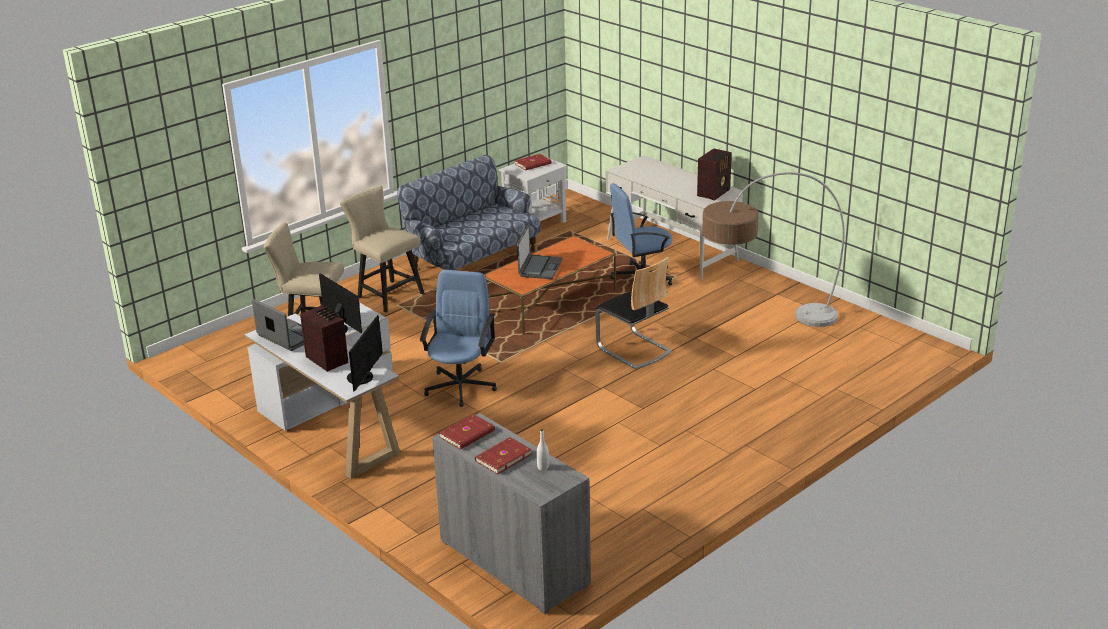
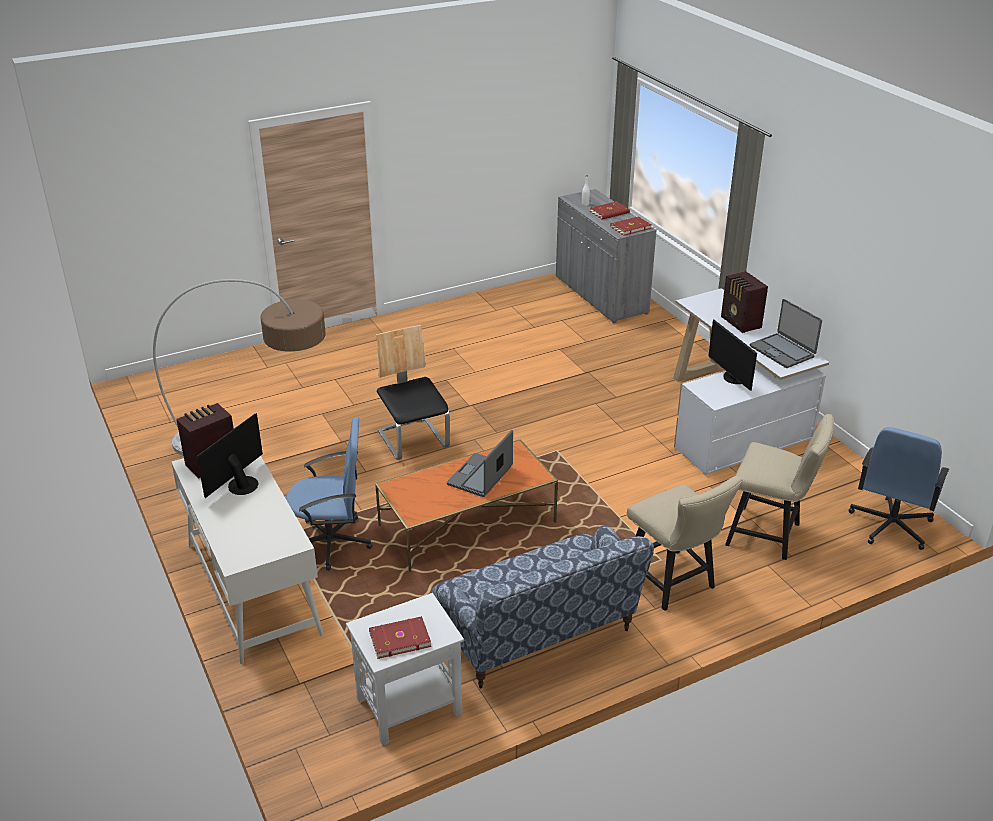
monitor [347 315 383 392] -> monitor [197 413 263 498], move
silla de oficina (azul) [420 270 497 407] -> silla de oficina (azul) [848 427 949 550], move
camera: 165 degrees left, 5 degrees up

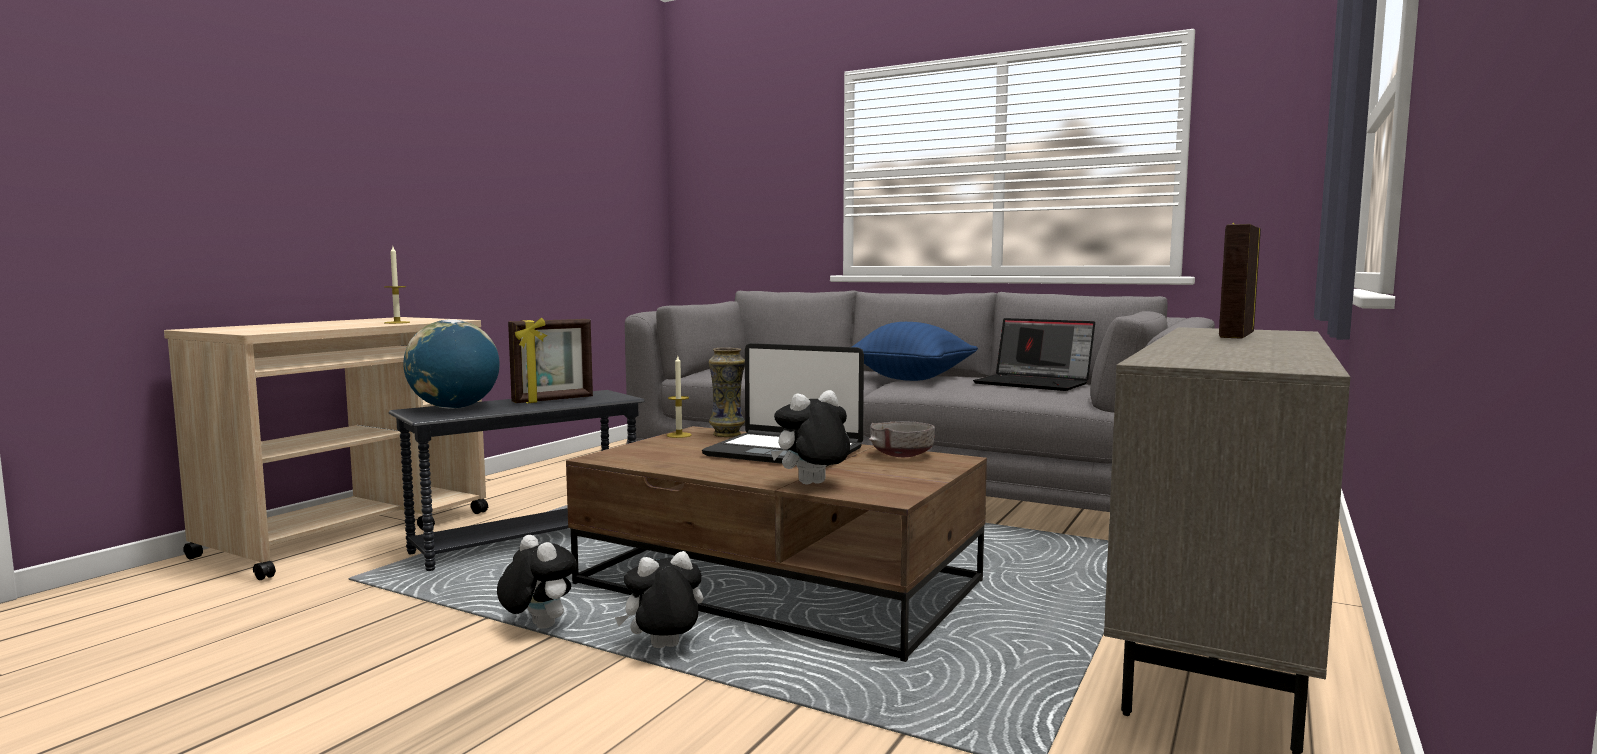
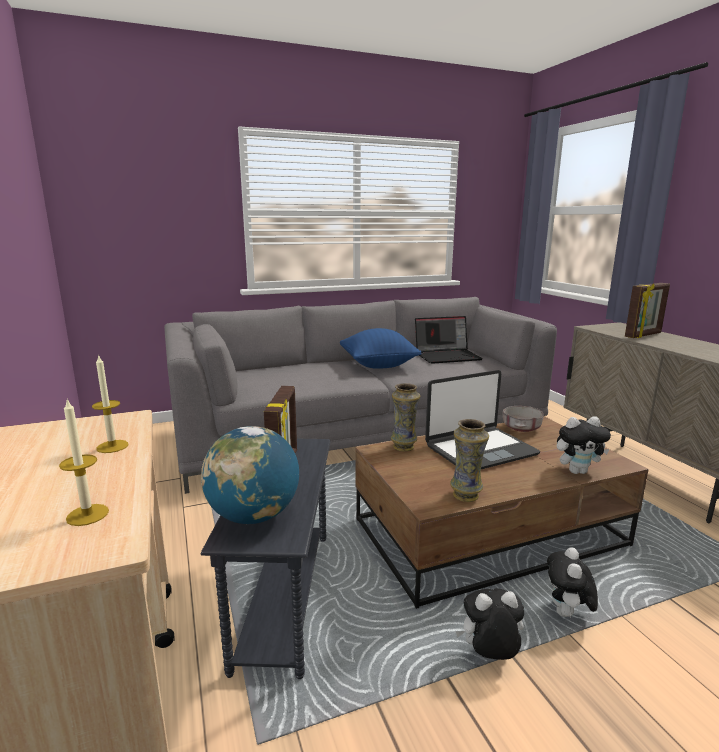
none -> florero [450 419 489 502]
vela [667 356 692 438] -> vela [59 399 109 526], move
peluche [771 390 850 485] -> peluche [557 416 611 474], 105 degrees counterclockwise
portarretratos [1219 222 1261 339] -> portarretratos [625 283 670 338], 105 degrees counterclockwise
camera: 50 degrees left, 10 degrees up

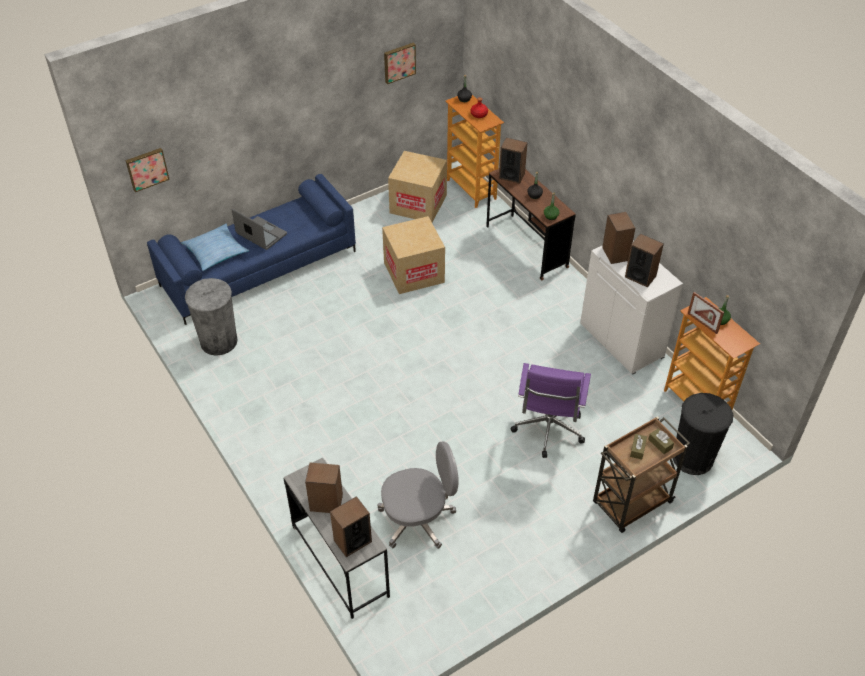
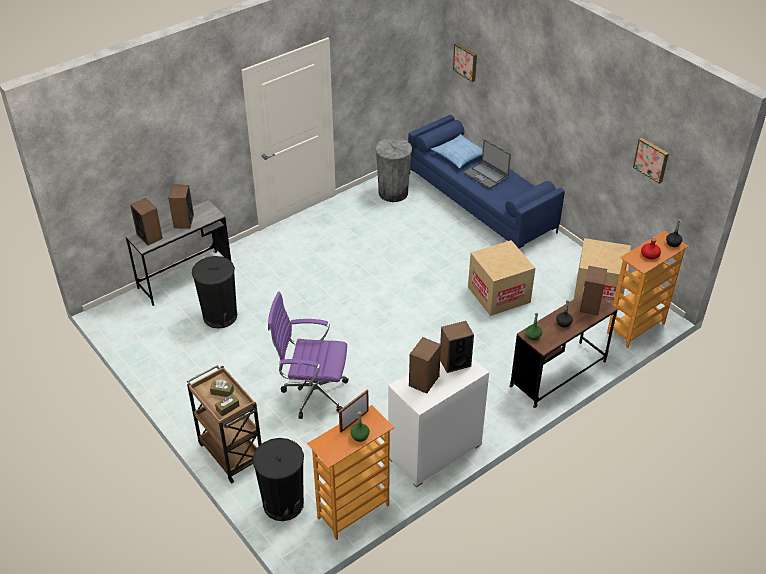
silla de oficina (gris) [378 441 459 549] -> papelera (negro) [192 256 237 329]
portátil [232 209 287 250] -> portátil [464 139 511 189], 105 degrees clockwise
camera: 85 degrees right, 5 degrees down

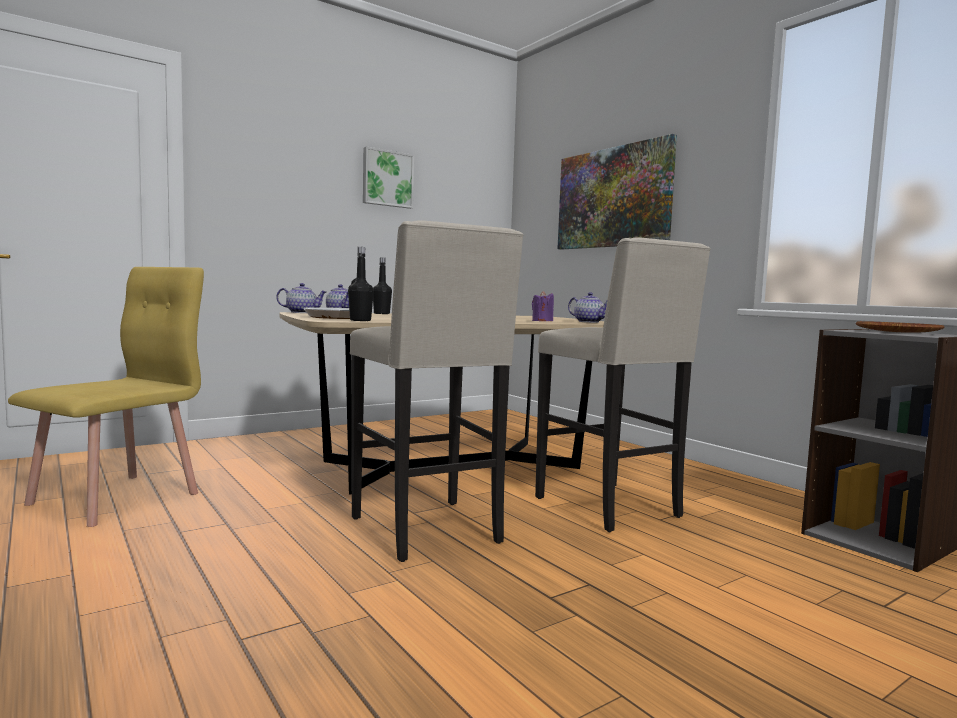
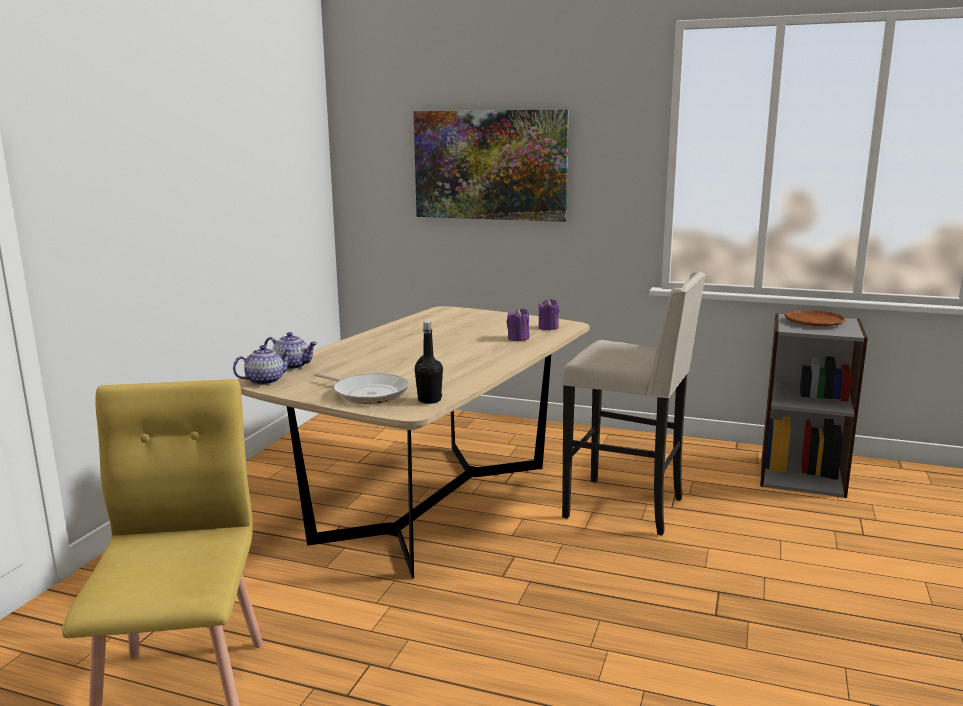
taburete (beis) [350 220 524 562] -> none
cuadro [363 146 414 209] -> none
botella (negro) [373 257 392 314] -> none
tetera [568 292 607 323] -> vela (morado) [538 299 559 330]
camera: 35 degrees left, 10 degrees up

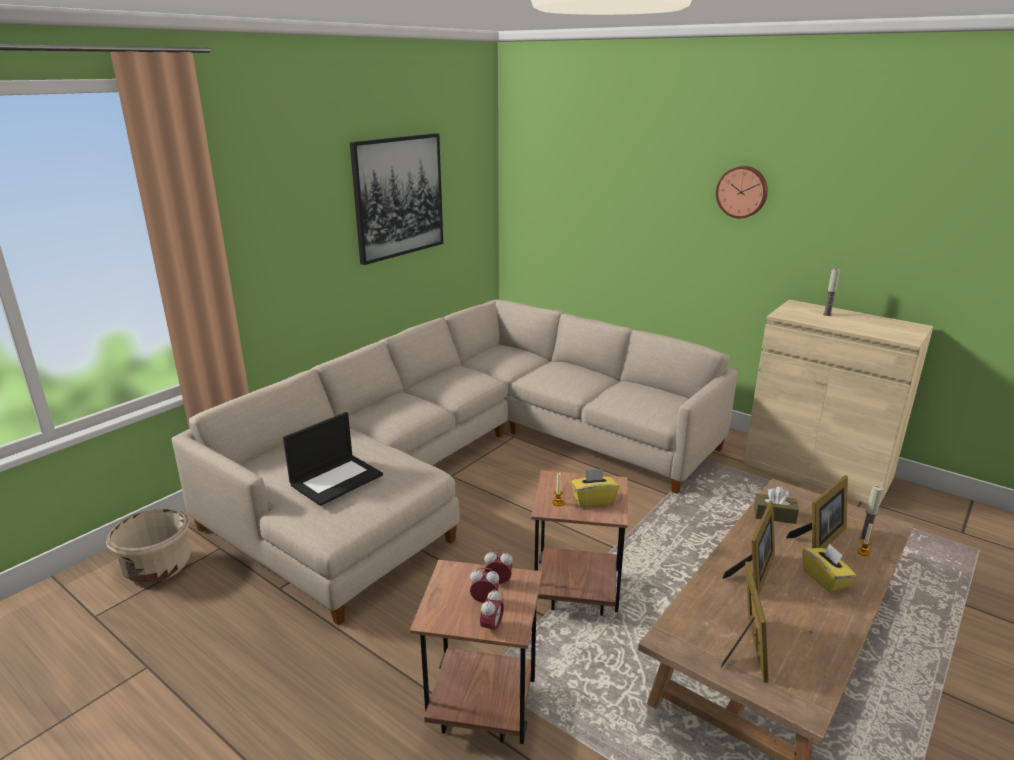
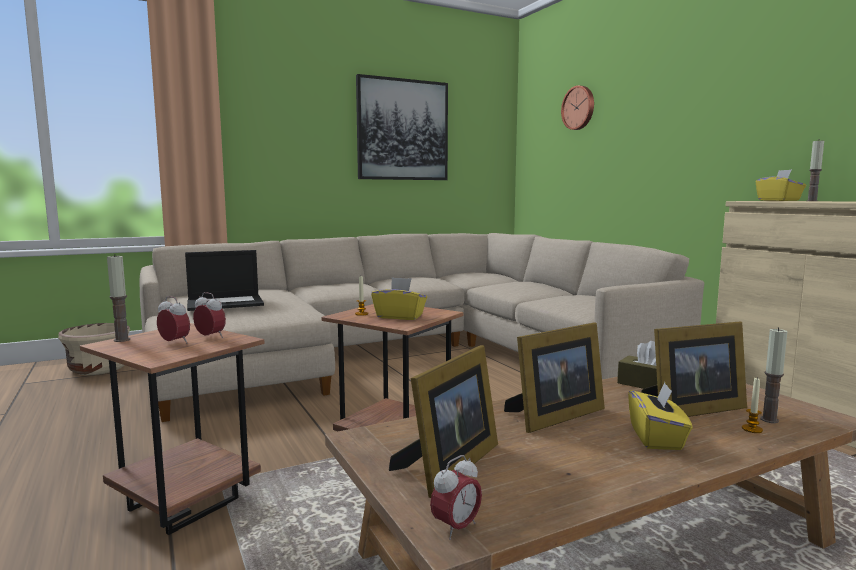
none -> vela [107 254 130 342]
none -> caja de pañuelos (amarillo) [756 169 806 201]
despertador [480 589 504 637] -> despertador [430 455 482 540], move
reloj de pared [716 166 768 218] -> reloj de pared [561 85 594 130], move
camera: 25 degrees right, 15 degrees down

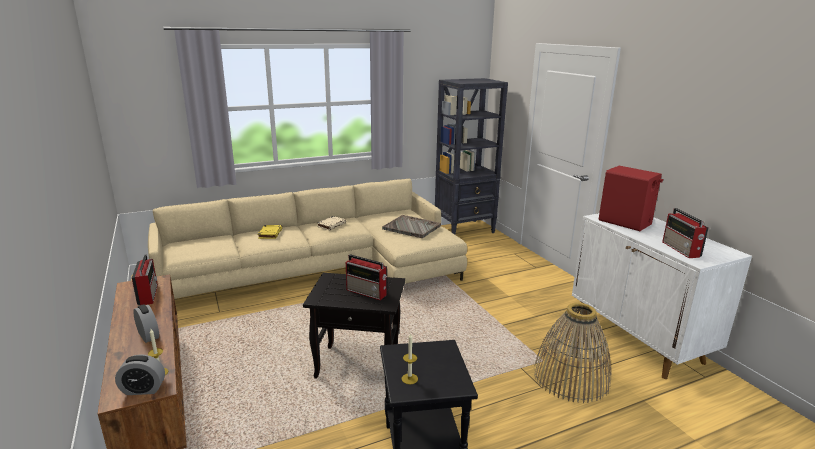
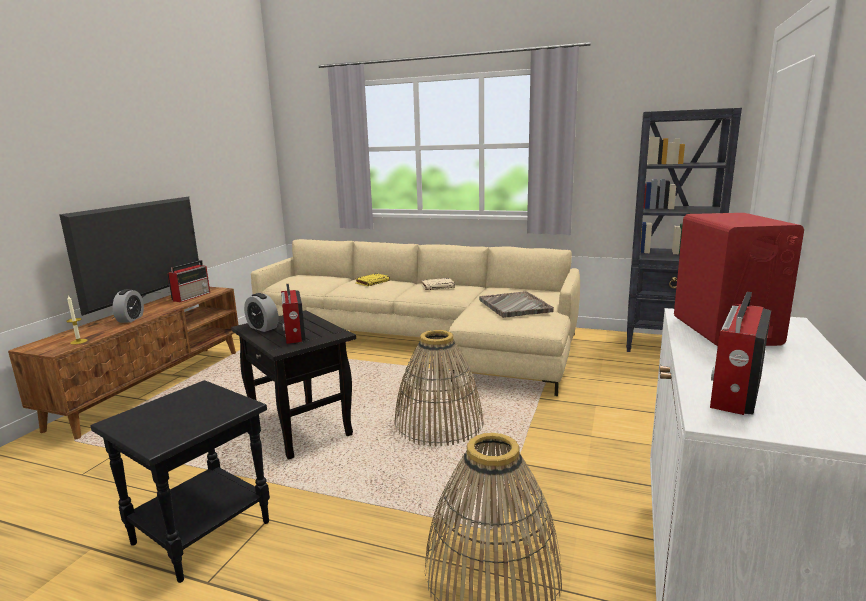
vela [402 333 418 384] -> none
none -> televisor [59 196 199 318]
none -> cesta [395 330 484 446]
despertador [115 354 165 395] -> despertador [244 293 279 332], move
camera: 45 degrees right, 5 degrees down

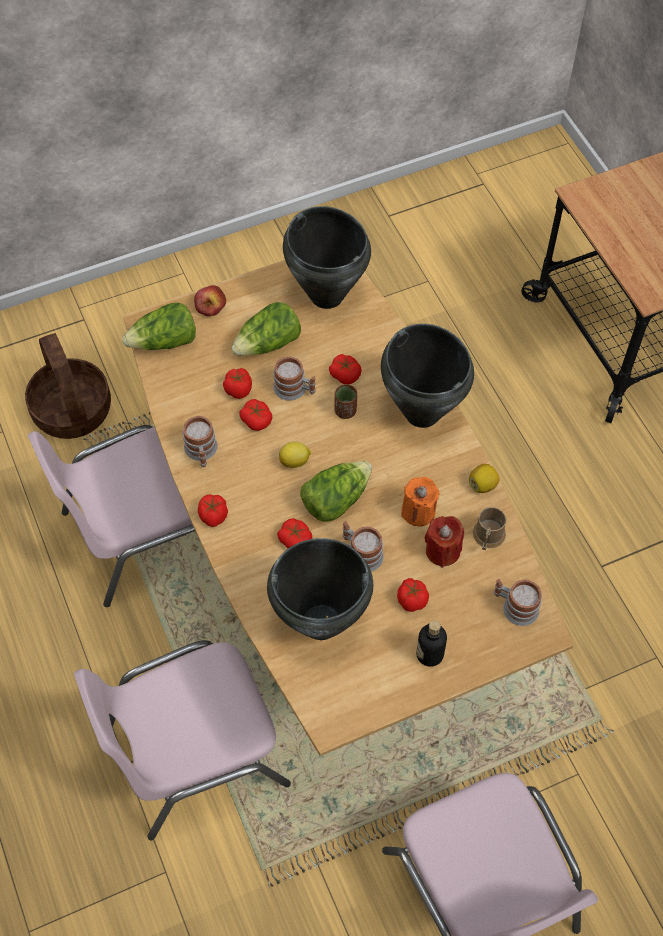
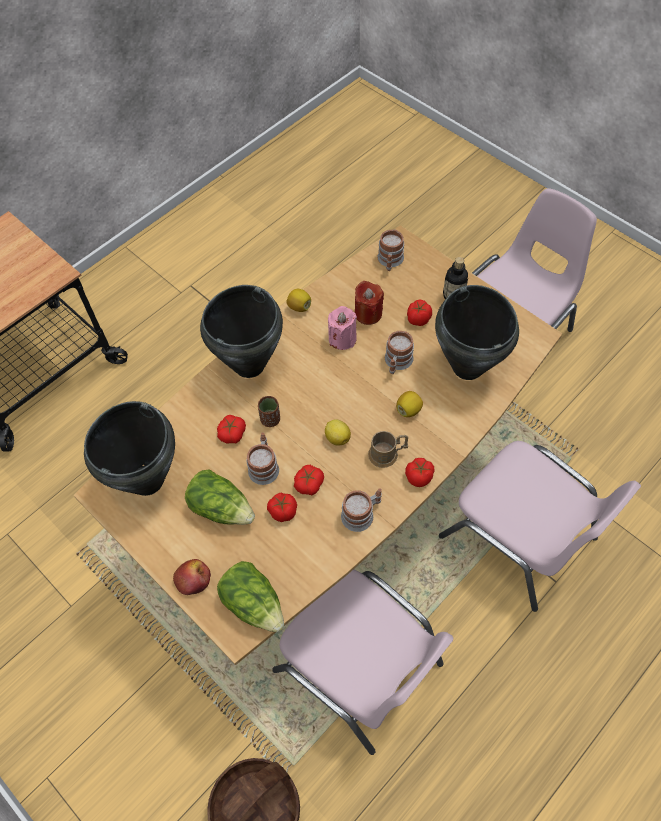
lechuga [300 461 372 522] -> none
taza grande (marrón) [473 507 506 550] -> taza grande (marrón) [368 431 408 468], move
tomate [277 518 312 548] -> limón [396 391 423 417]
vela (naranja) [401 477 440 526] -> vela (rosa) [328 306 357 350]
camera: 110 degrees left, 0 degrees up

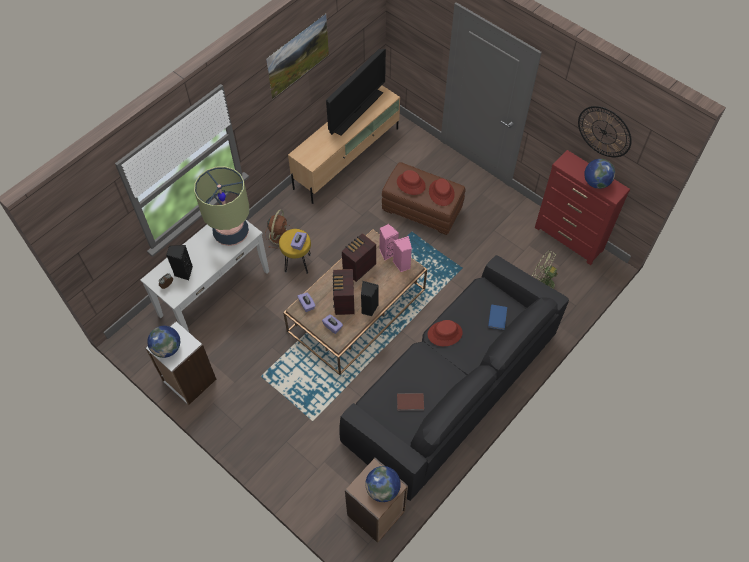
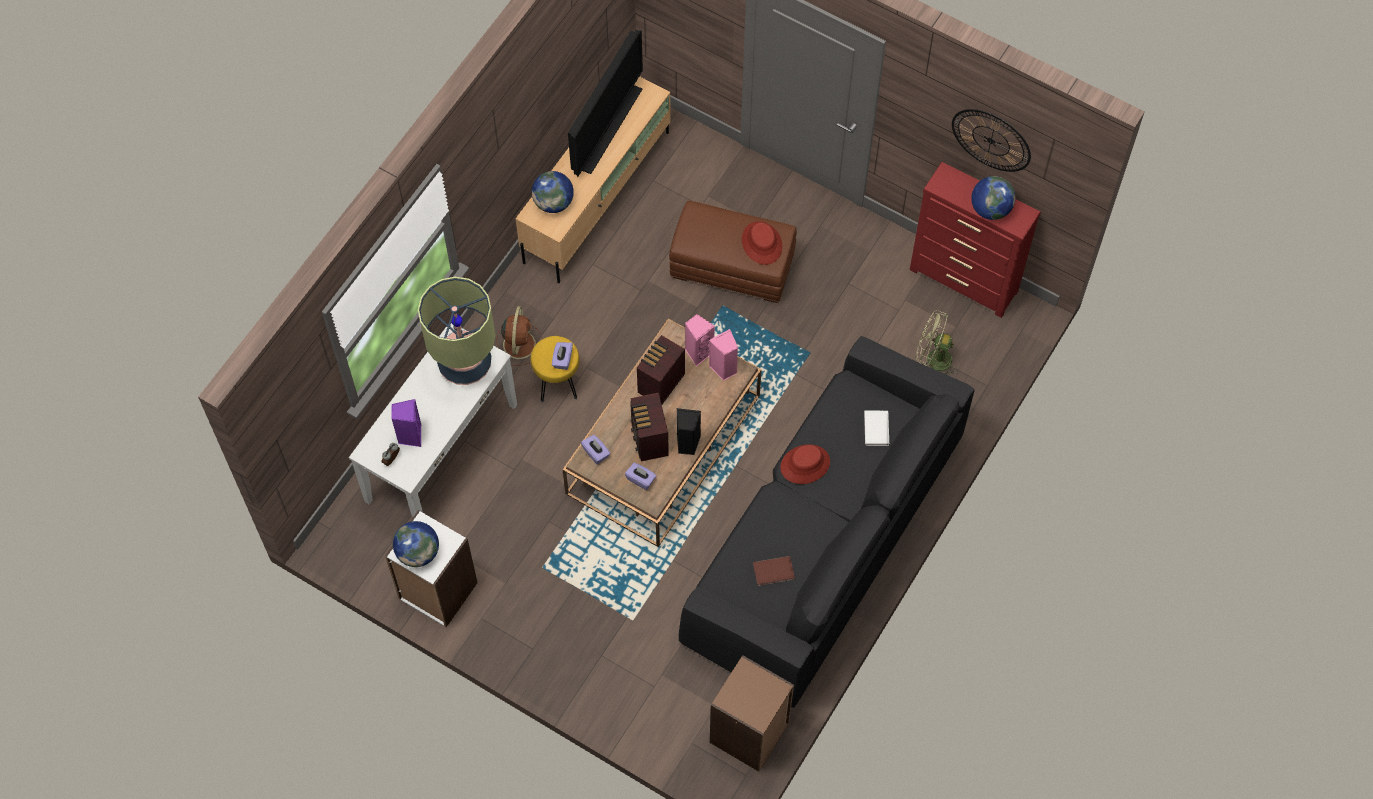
cuadro [266 14 329 99] -> none
sombrero (rojo) [397 170 426 195] -> none
globo terráqueo [365 466 401 502] -> globo terráqueo [532 171 574 213], move
altavoz (negro) [166 245 193 280] -> altavoz (morado) [391 399 421 447]
libro (azul) [488 305 507 330] -> libro (blanco) [864 410 889 446]
camera: 10 degrees left, 5 degrees up

